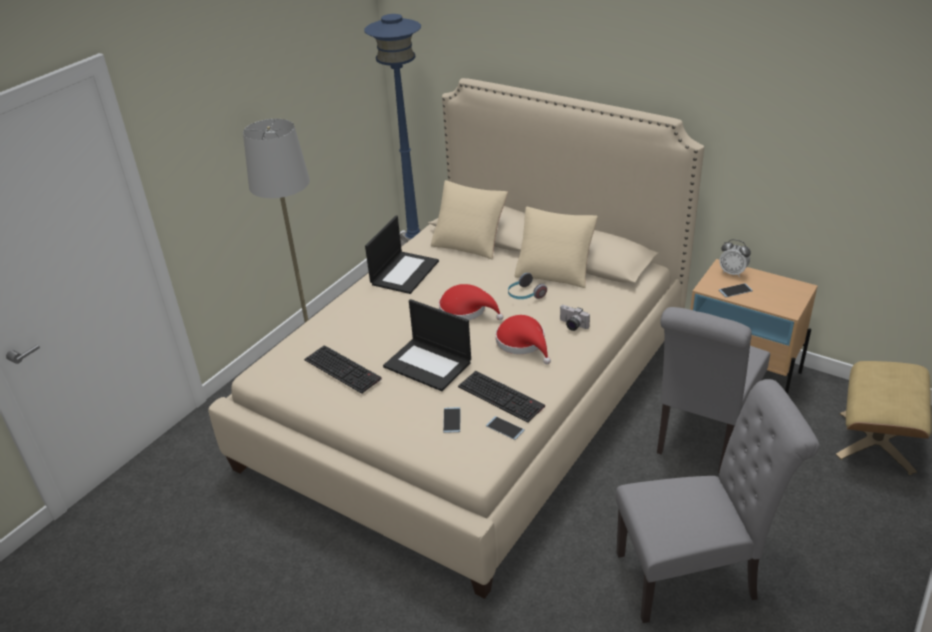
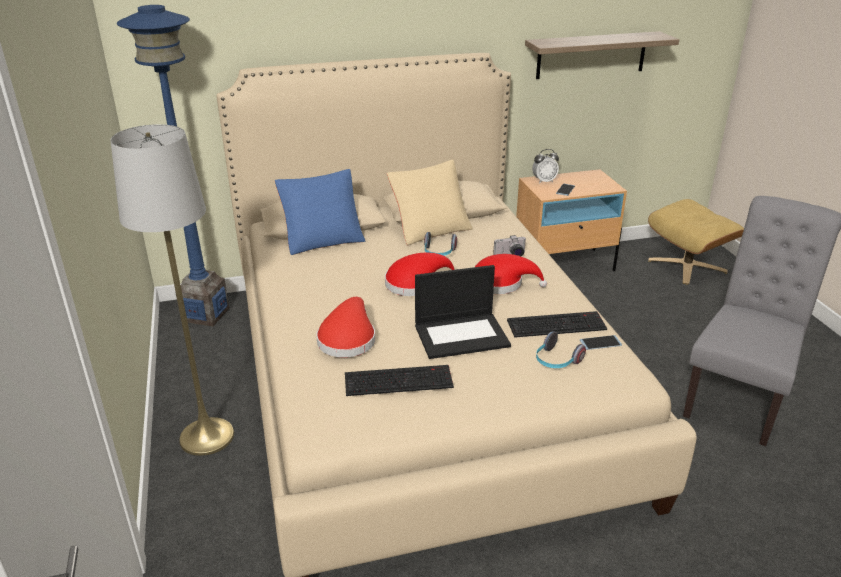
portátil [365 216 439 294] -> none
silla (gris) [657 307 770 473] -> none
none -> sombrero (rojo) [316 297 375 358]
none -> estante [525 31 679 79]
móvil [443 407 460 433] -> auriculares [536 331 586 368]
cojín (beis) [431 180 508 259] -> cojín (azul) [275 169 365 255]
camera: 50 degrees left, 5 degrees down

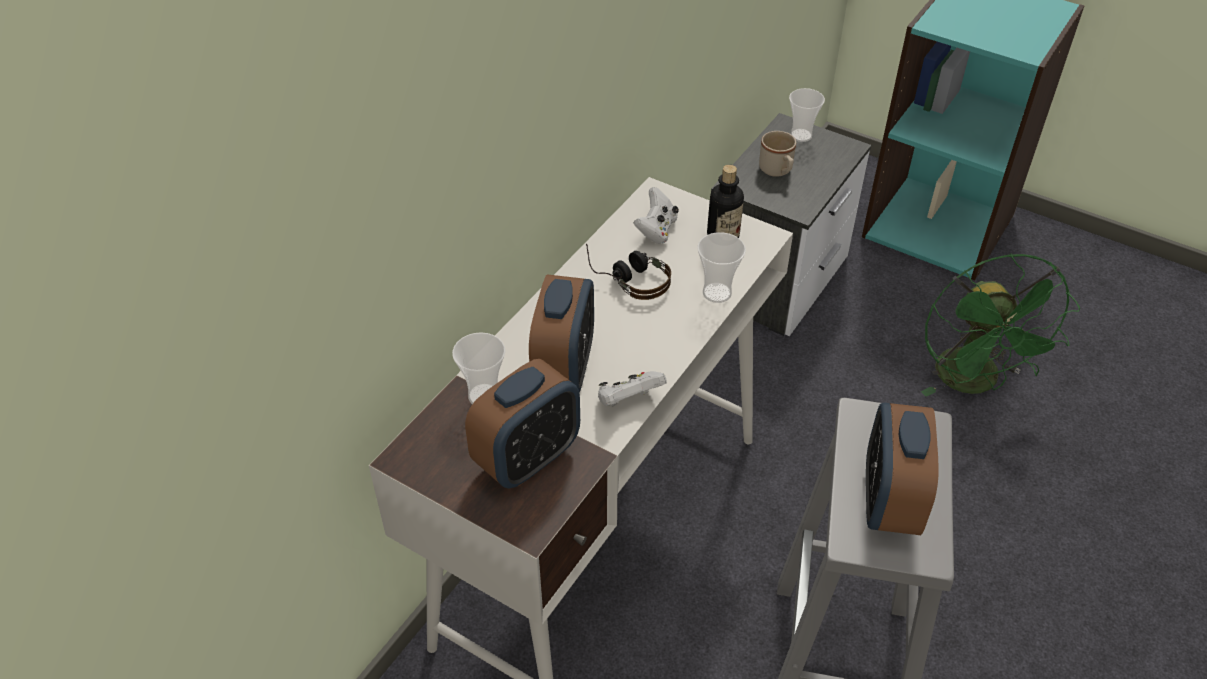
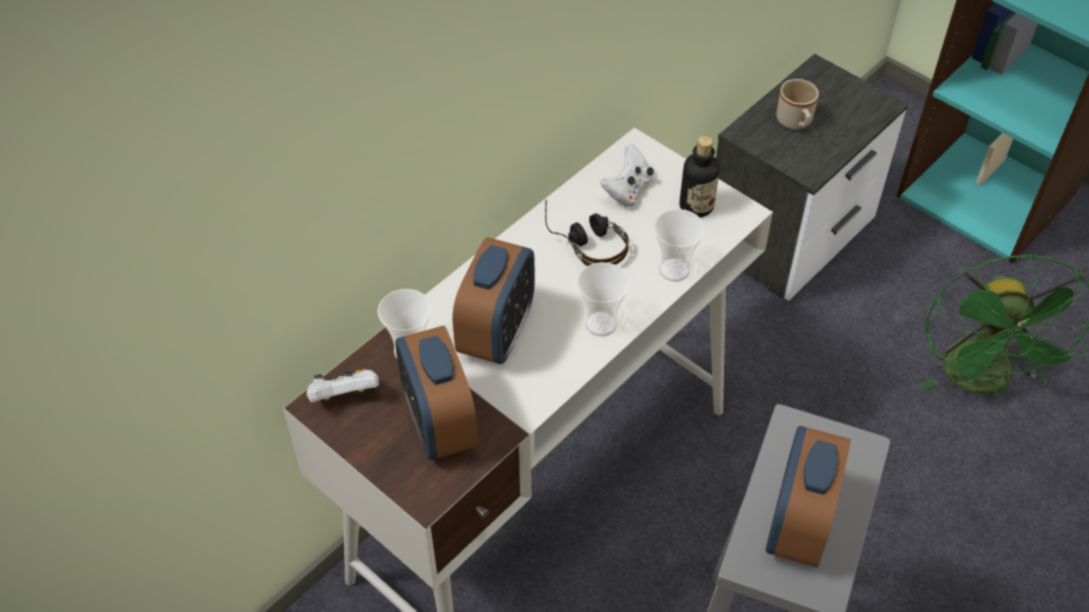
mando de consola (blanco) [598 371 667 407] -> mando de consola (blanco) [307 368 379 402], move
taza [789 88 825 142] -> taza [577 262 630 337], move
despertador [465 359 580 489] -> despertador [395 325 478 460], 105 degrees clockwise
camera: 10 degrees right, 5 degrees up

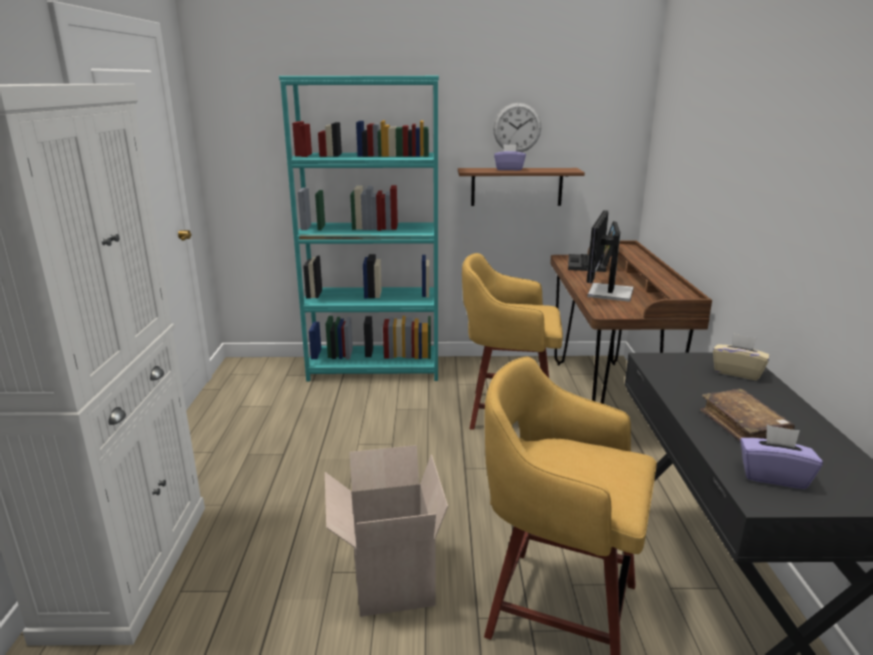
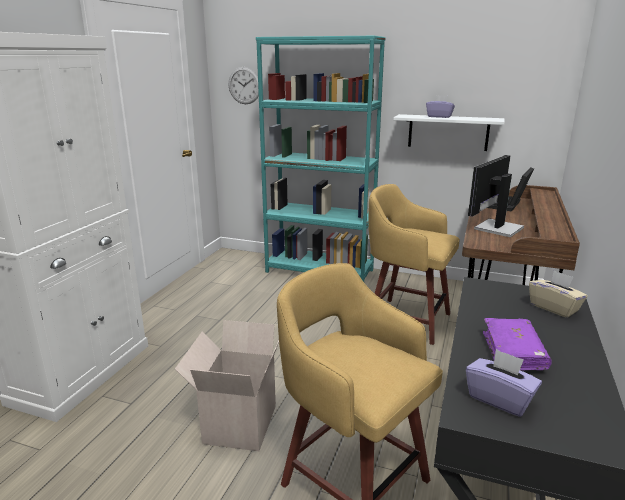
reloj de pared [493 103 541 152] -> reloj de pared [229 67 259 104], move
estante (marrón) [458 168 585 206] -> estante (blanco) [393 114 505 151]
libro (marrón) [700 389 795 442] -> libro (morado) [483 318 552 371]
camera: 20 degrees right, 0 degrees up

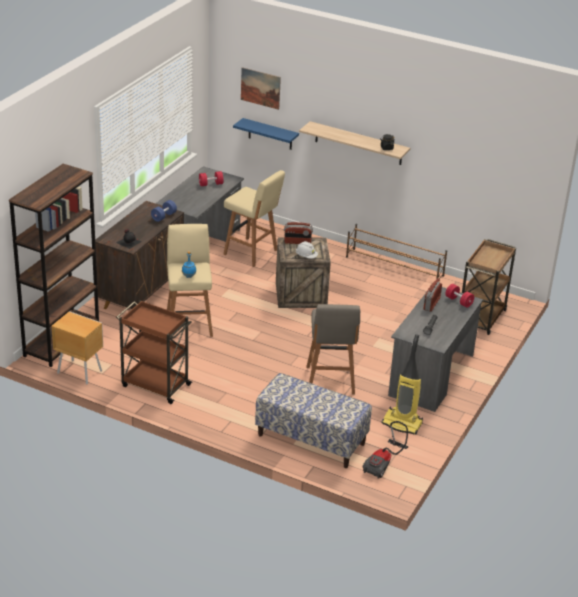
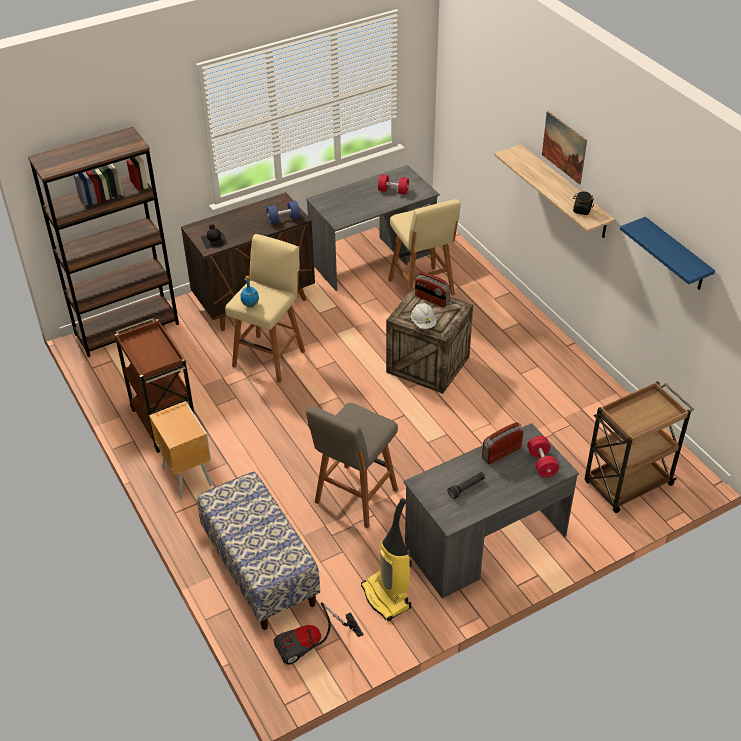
zapatero (marrón) [346 224 447 279] -> none
mesita de noche (marrón) [51 311 103 384] -> mesita de noche (marrón) [149 401 213 499], move
estante (azul) [233 118 299 150] -> estante (azul) [620 217 715 290], move
cuadro [241 67 281 110] -> cuadro [542 111 587 185], move
camera: 35 degrees right, 10 degrees up

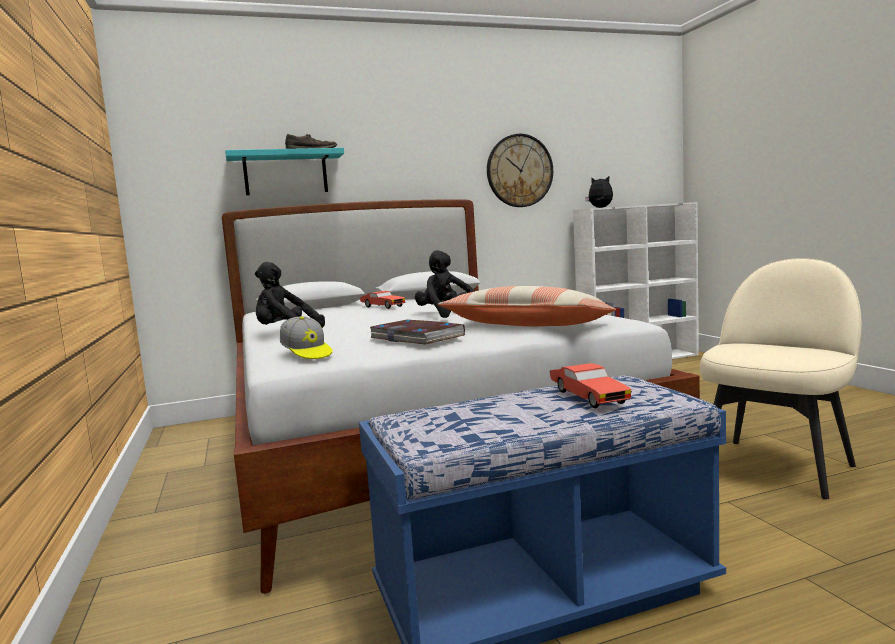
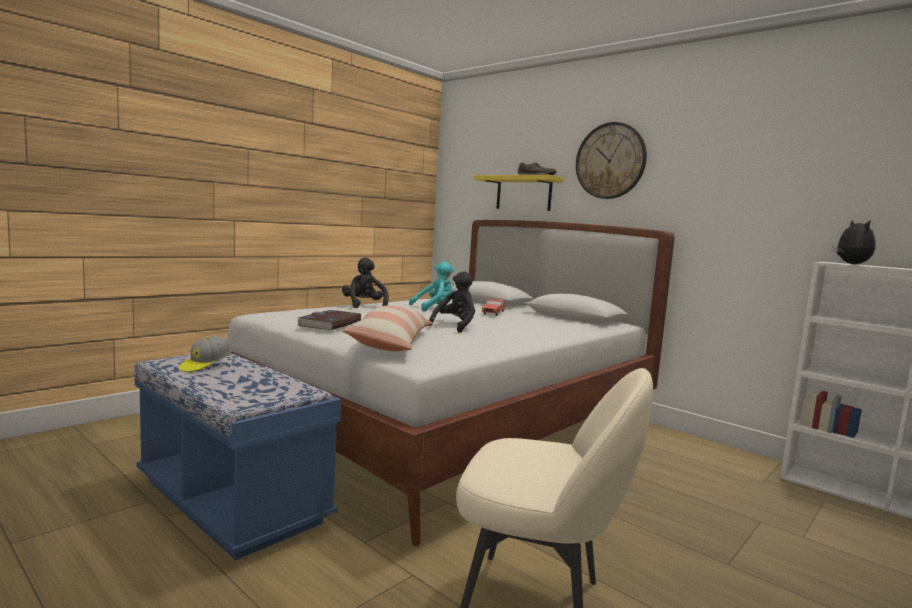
coche de juguete (rojo) [550 363 631 408] -> none
none -> peluche (turquesa) [409 262 455 311]
gorra [280 316 332 359] -> gorra [179 336 231 372], move
reloj de pared [487 134 553 207] -> reloj de pared [576 122 647 199], move
estante (turquesa) [225 148 344 195] -> estante (amarillo) [474 175 564 211]
camera: 60 degrees right, 0 degrees up

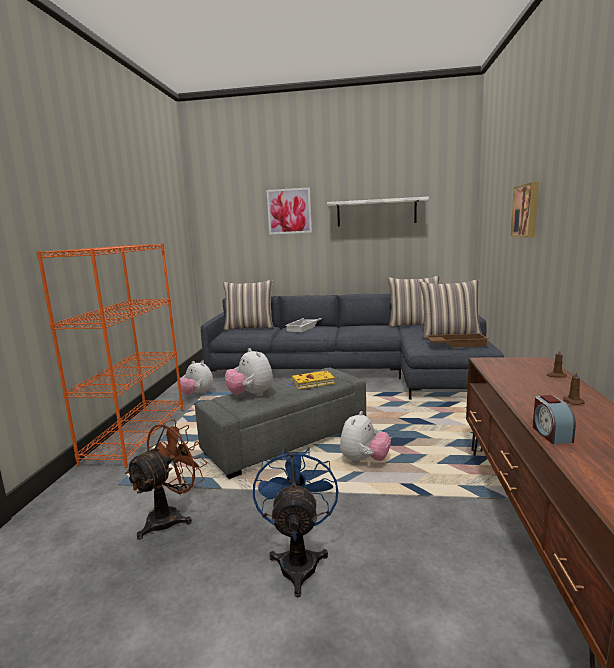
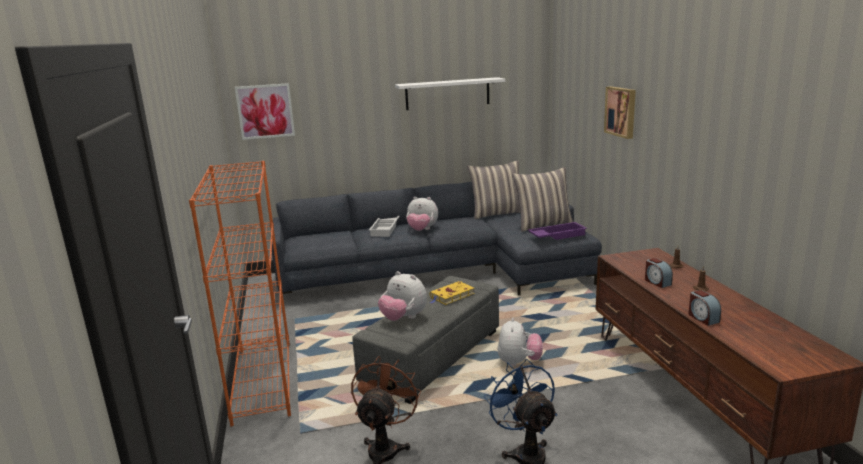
cojín [223 280 274 330] -> none
none -> despertador [645 258 673 288]
peluche [177 361 213 395] -> peluche [406 197 438 231], move
cuadro [267 188 312 235] -> cuadro [235 83 295 140], move
bandeja (marrón) [426 333 488 347] -> bandeja (morado) [528 222 587 240]
camera: 20 degrees left, 5 degrees up

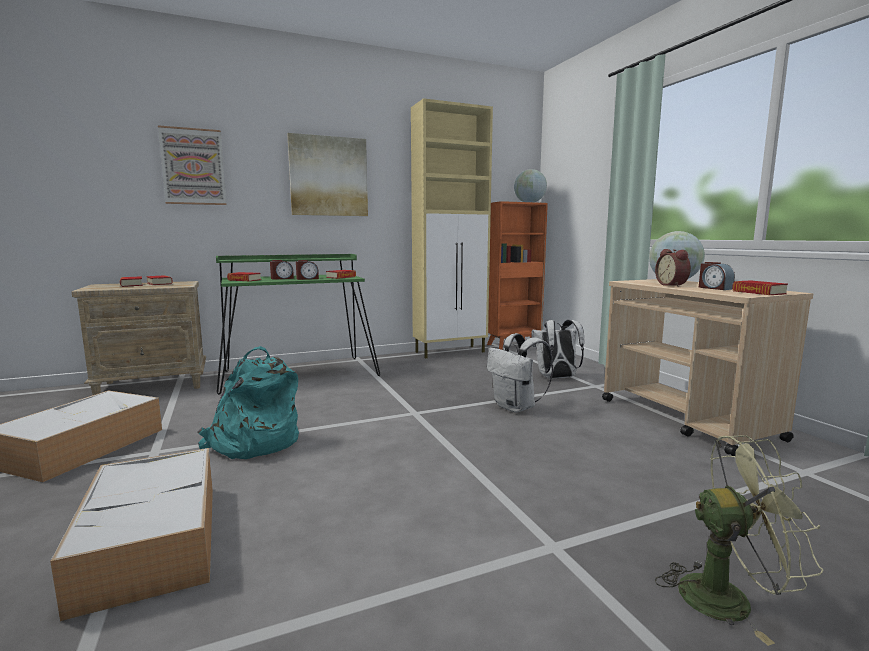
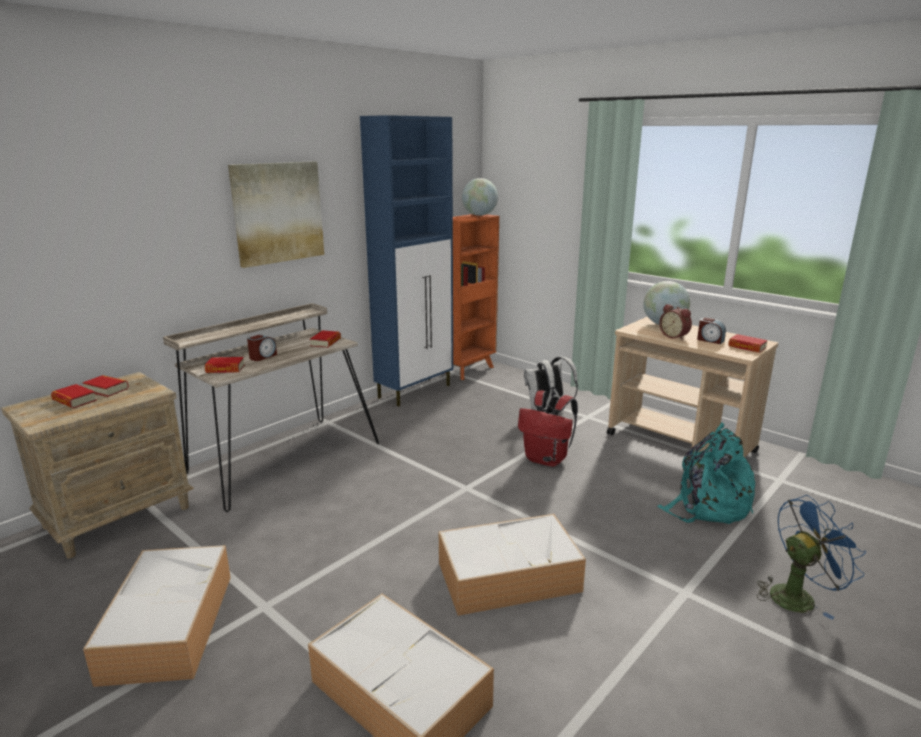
cuadro [158 125 226 205] -> none
despertador [296 260 319 280] -> none
none -> caja de almacenaje [439 514 586 616]
mochila (turquesa) [197 346 299 459] -> mochila (turquesa) [657 422 755 524], move
escritorio (verde) [216 254 380 395] -> escritorio (beis) [163 303 379 512]
armario (beis) [411 98 493 358] -> armario (azul) [360 115 453 407]
mochila (blanco) [487 333 553 413] -> mochila (rojo) [518 390 578 467]
ventilador (verde) [655 435 824 646] -> ventilador (azul) [757 495 866 620]
camera: 25 degrees left, 10 degrees up

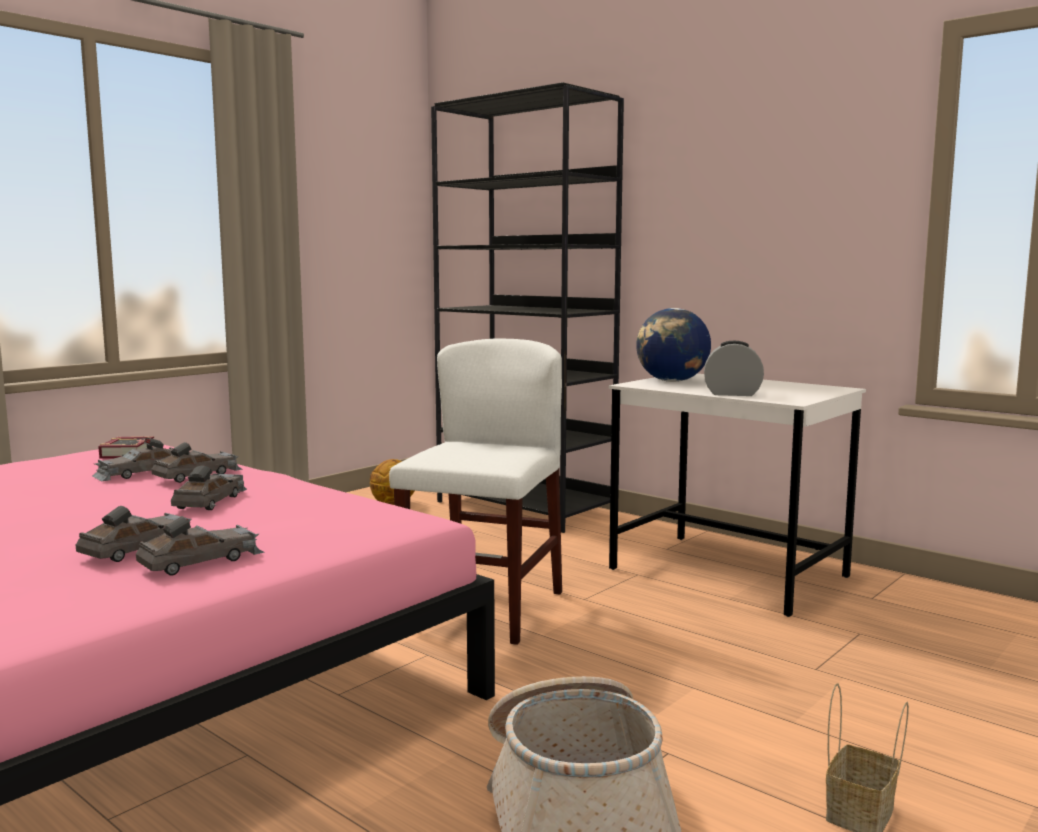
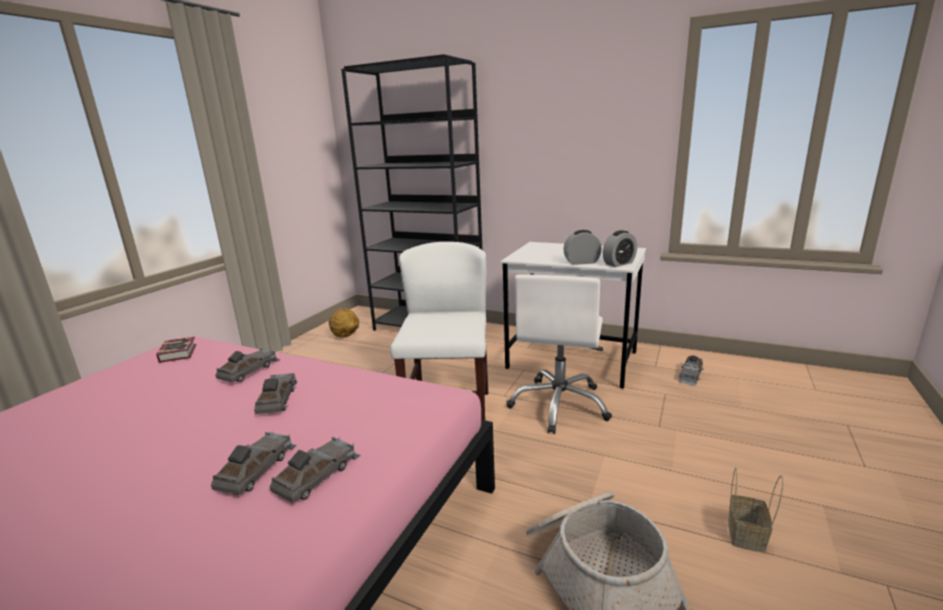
globo terráqueo [636 308 711 382] -> none
none -> silla de oficina (blanco) [506 274 612 434]
none -> despertador [603 230 637 267]
coche de juguete (gris) [92 438 174 481] -> coche de juguete (gris) [679 356 703 386], move
camera: 15 degrees left, 10 degrees up

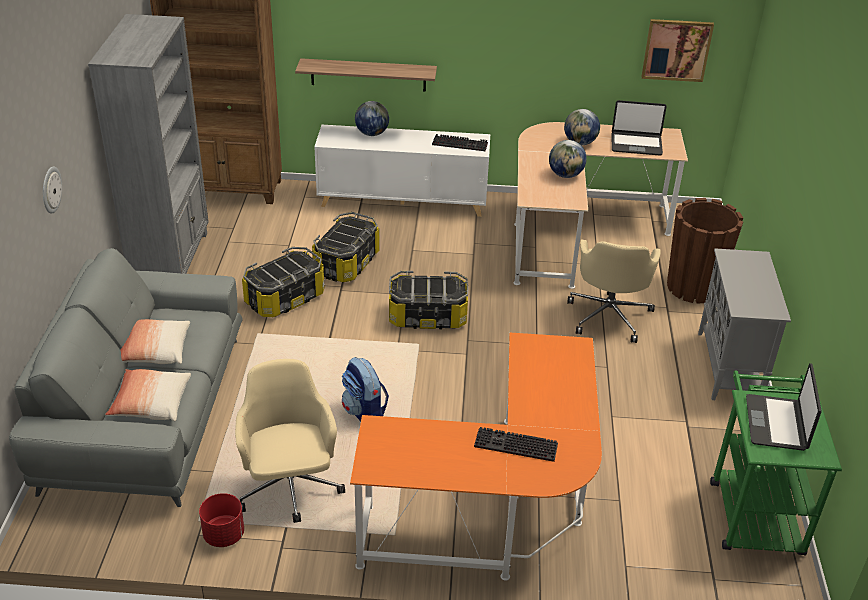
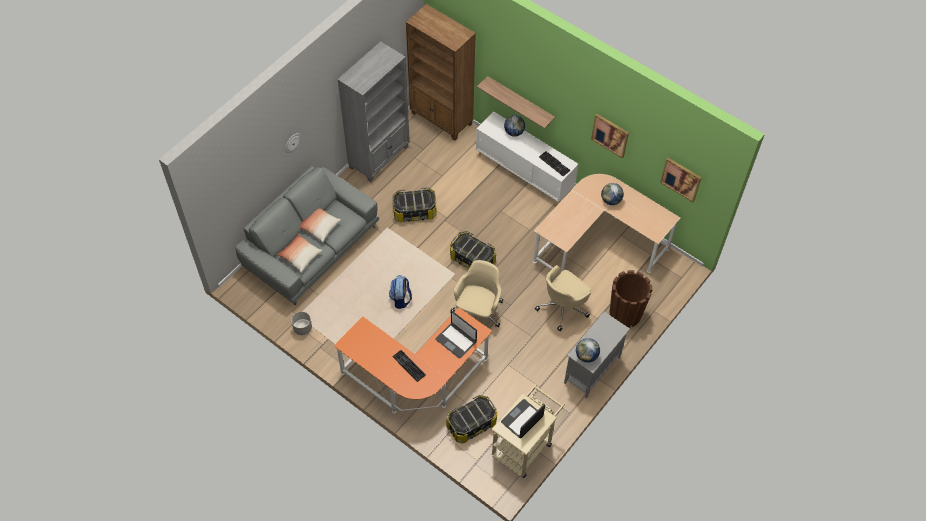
none -> cuadro [591 114 629 158]
silla de oficina (beis) [235 359 345 523] -> silla de oficina (beis) [450 260 503 327], move
caja de almacenaje [312 212 379 282] -> caja de almacenaje [446 395 497 444], move
globo terráqueo [549 140 587 178] -> globo terráqueo [576 338 600 363], move
portátil [611 100 667 156] -> portátil [435 311 477 359], move
maceta (rojo) [199 493 244 547] -> maceta (gris) [291 311 312 335]
carrito (verde) [710 371 842 556] -> carrito (beis) [491 384 565 478]
camera: 35 degrees right, 20 degrees up

